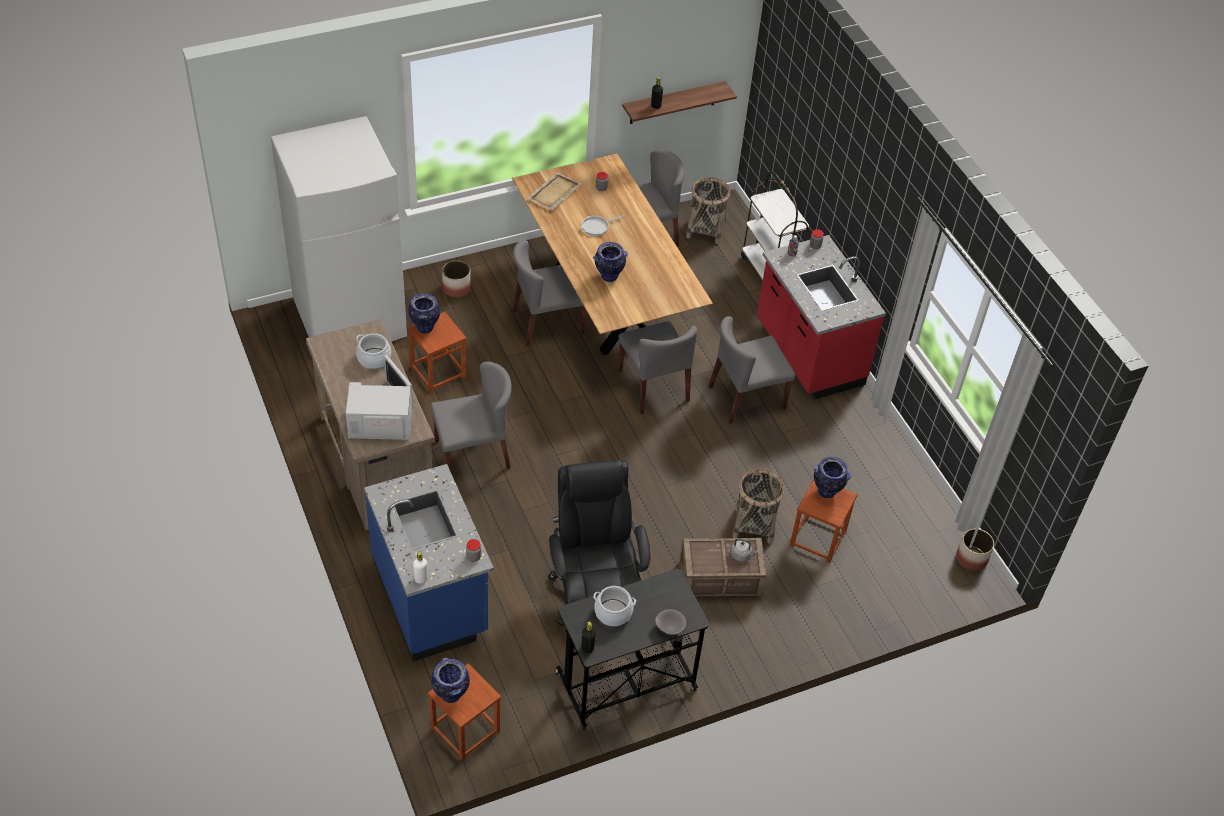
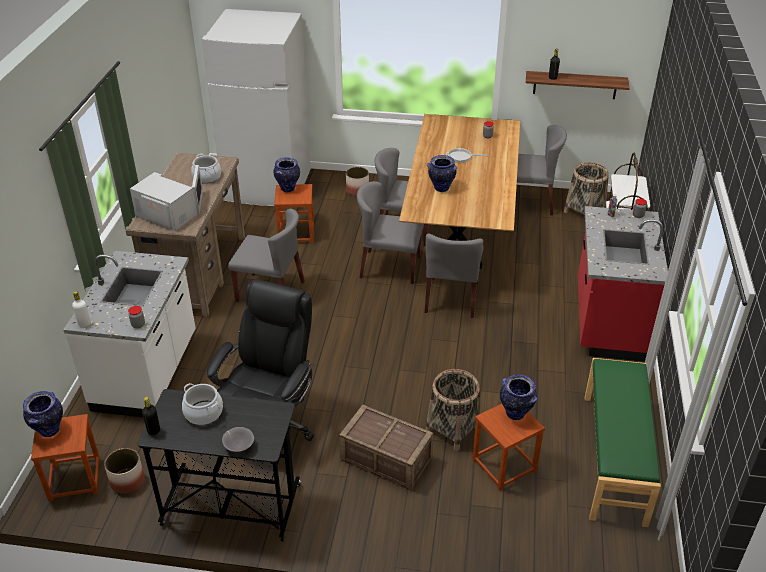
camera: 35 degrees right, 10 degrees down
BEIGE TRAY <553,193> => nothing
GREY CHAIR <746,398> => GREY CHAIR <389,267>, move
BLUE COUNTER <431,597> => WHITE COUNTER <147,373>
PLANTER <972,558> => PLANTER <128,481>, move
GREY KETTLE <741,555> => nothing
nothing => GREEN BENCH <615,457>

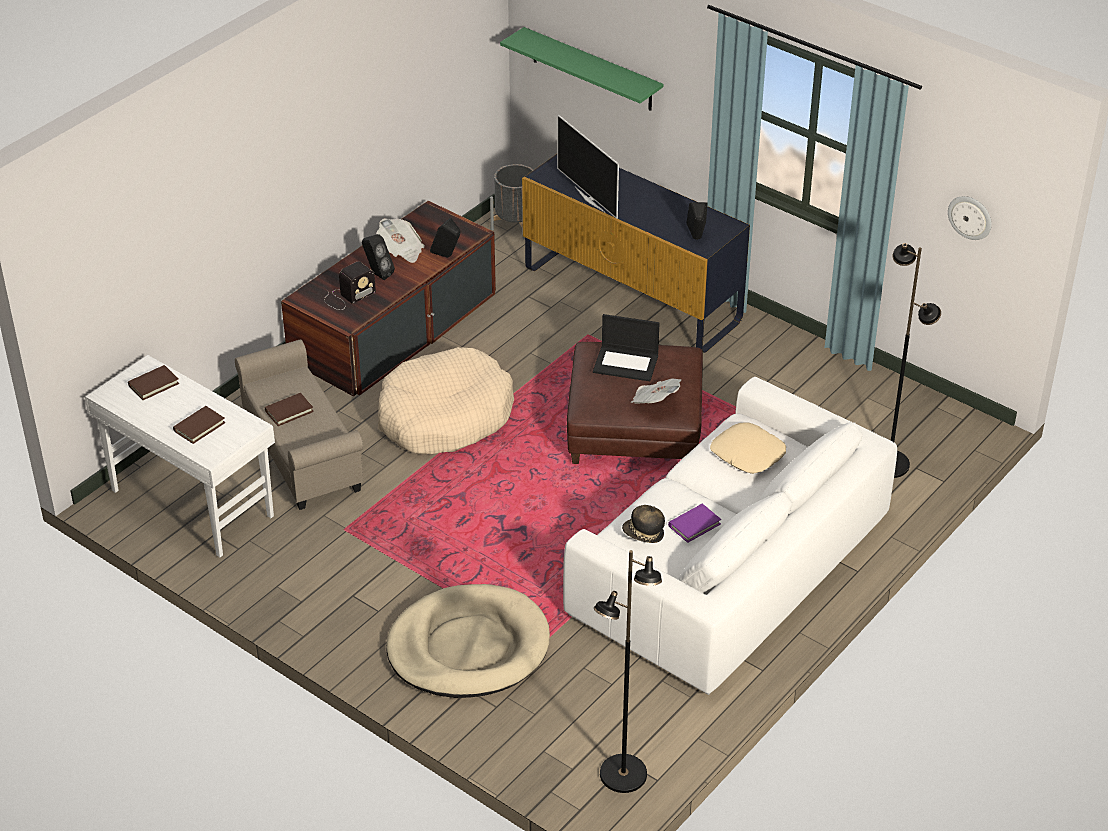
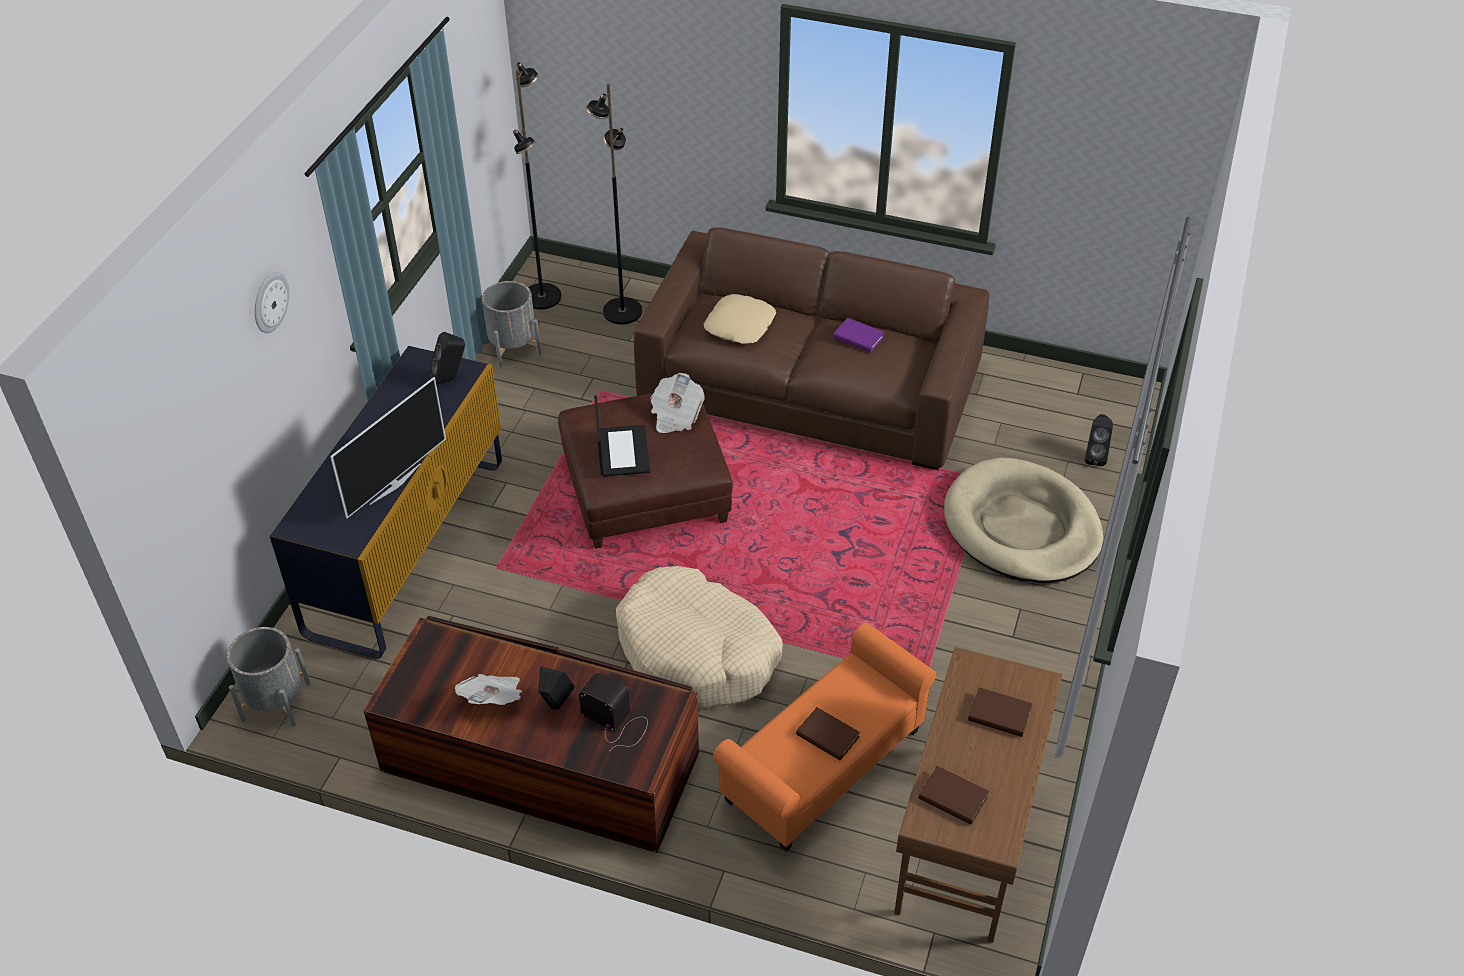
camera: 110 degrees left, 5 degrees up
GREEN SHELF <592,70> => nothing
WALL CLOCK <970,217> => WALL CLOCK <269,302>, move
BLACK SPEAKER <447,256> => BLACK SPEAKER <1094,456>, move
BEIGE OTTOMAN <303,453> => ORANGE OTTOMAN <823,765>
WHITE CONSOLE TABLE <191,503> => BROWN CONSOLE TABLE <966,844>
WHITE SOFA <730,564> => BROWN SOFA <810,382>
HAT <643,534> => nothing
BLACK FLOOR LAMP <623,775> => BLACK FLOOR LAMP <543,297>, move
nothing => GREY PLANTER <513,348>

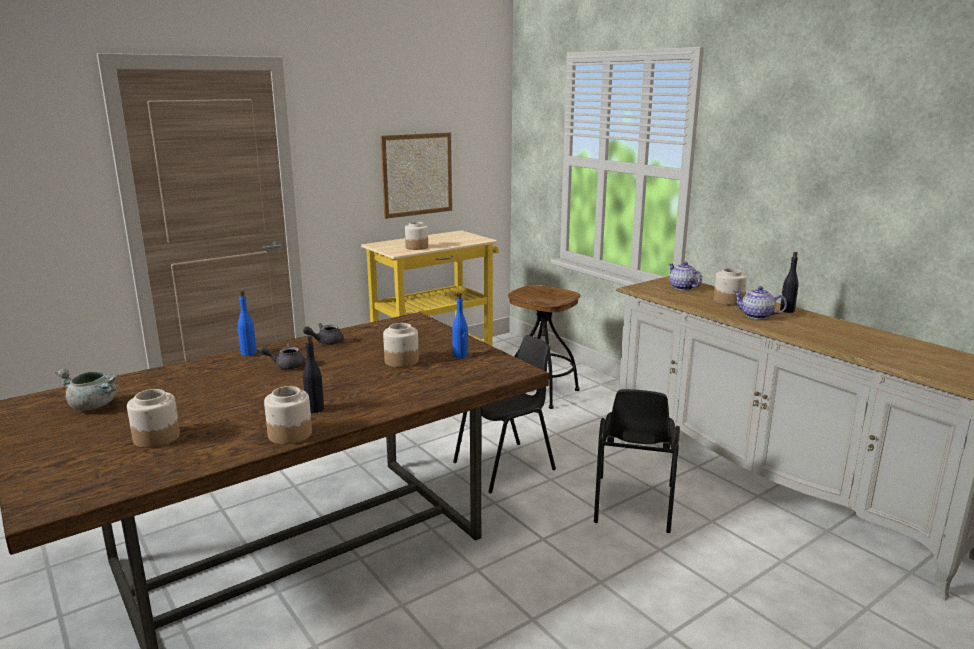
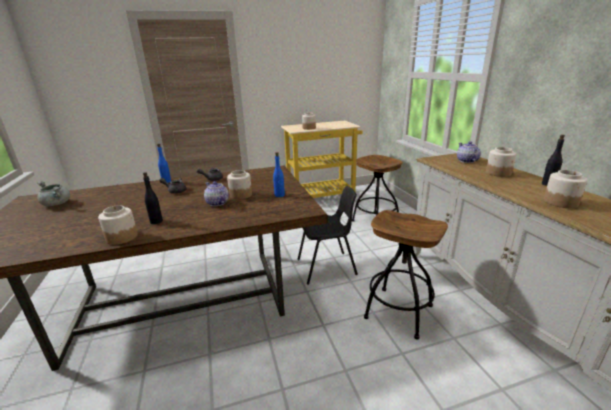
camera: 20 degrees right, 5 degrees up
PICTURE <417,173> => nothing
TEAPOT <757,316> => TEAPOT <217,203>, move
JAR <157,437> => JAR <560,202>, move
BLACK CHAIR <632,504> => BROWN STOOL <398,311>

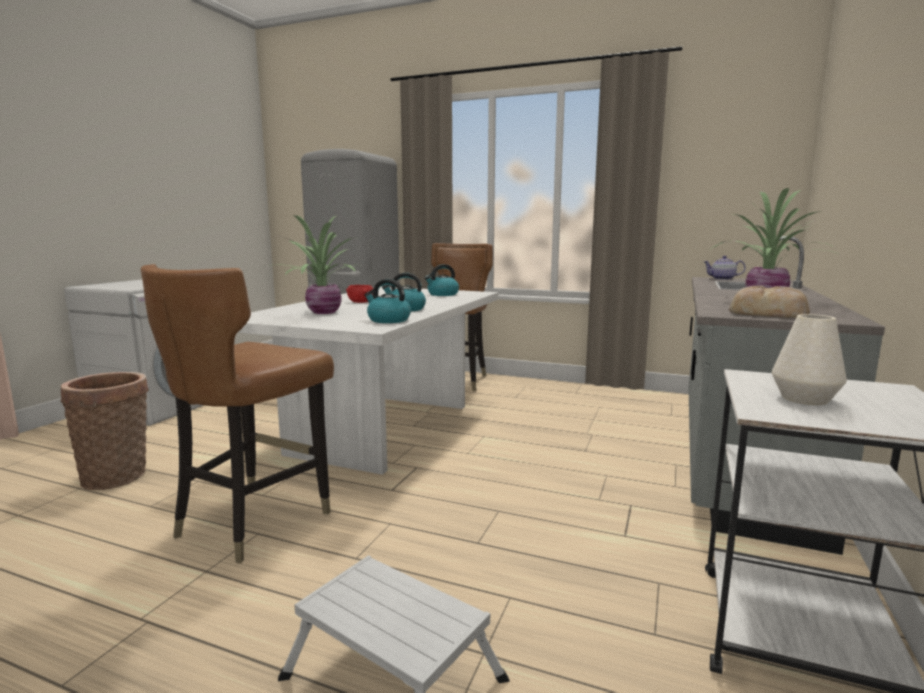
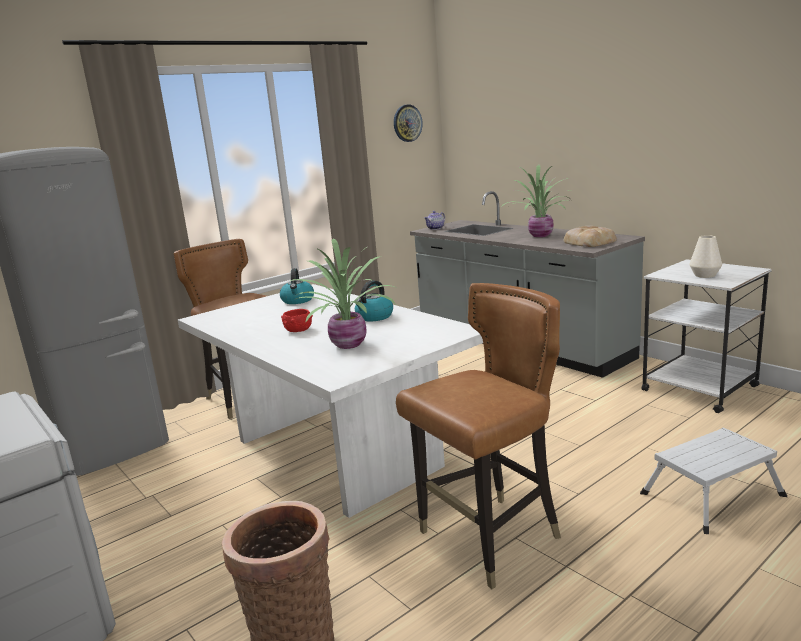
camera: 60 degrees left, 5 degrees up
BROWN CHAIR <253,521> => BROWN CHAIR <490,539>, 90 degrees counterclockwise
KETTLE <388,320> => nothing
nothing => WALL CLOCK <407,123>

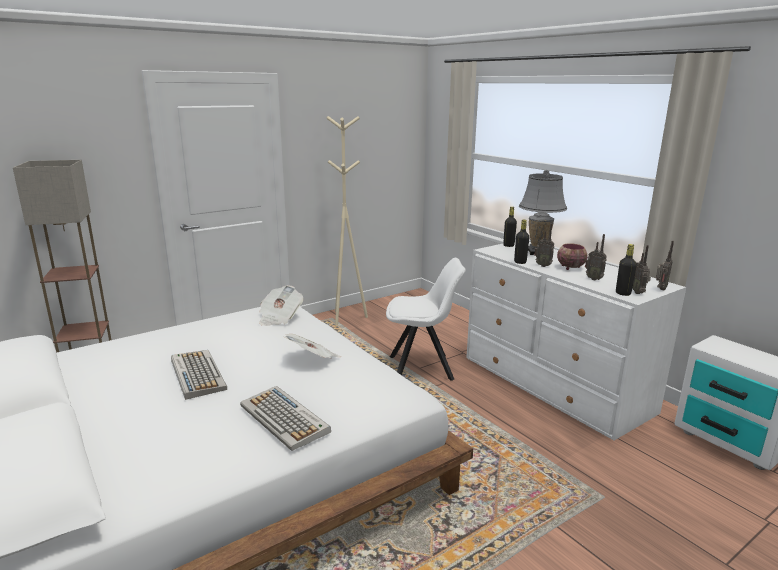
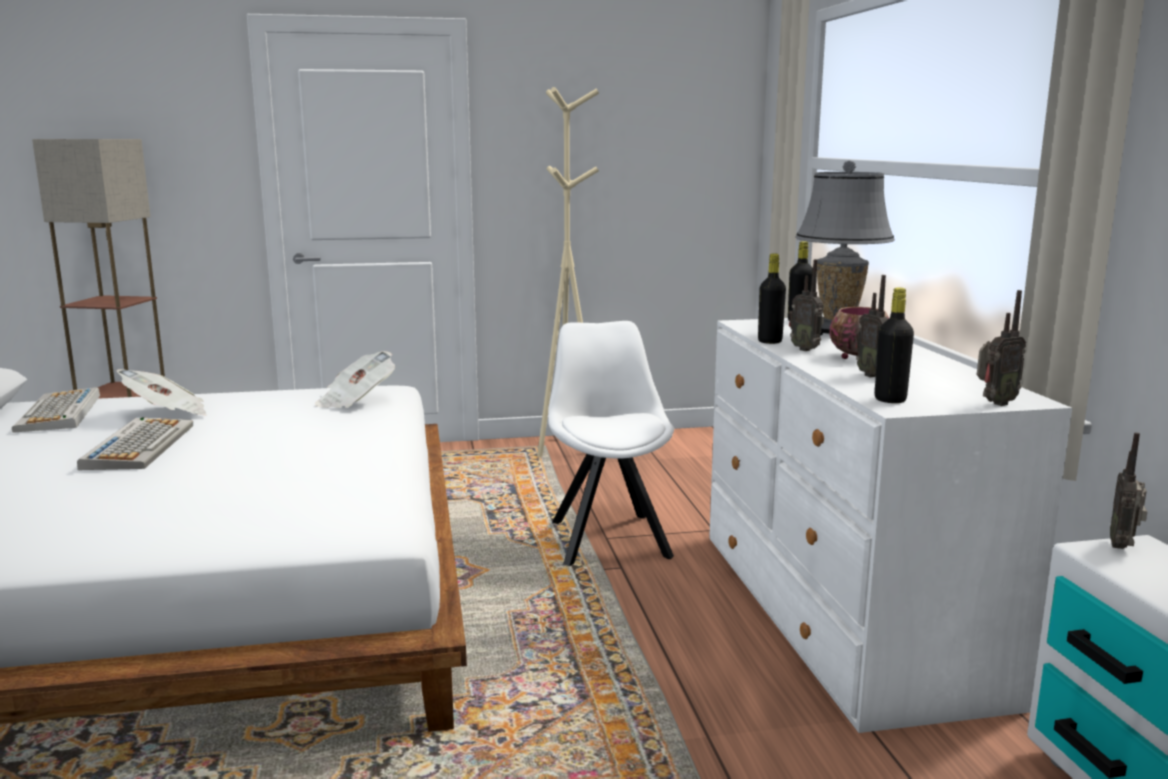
camera: 25 degrees right, 5 degrees down
RADIO <639,292> => RADIO <1123,546>, move
WHITE CHAIR <421,368> => WHITE CHAIR <608,539>, 120 degrees counterclockwise
NEWSPAPER <313,359> => NEWSPAPER <167,413>, move
KEYBOARD <285,418> => KEYBOARD <60,413>, move

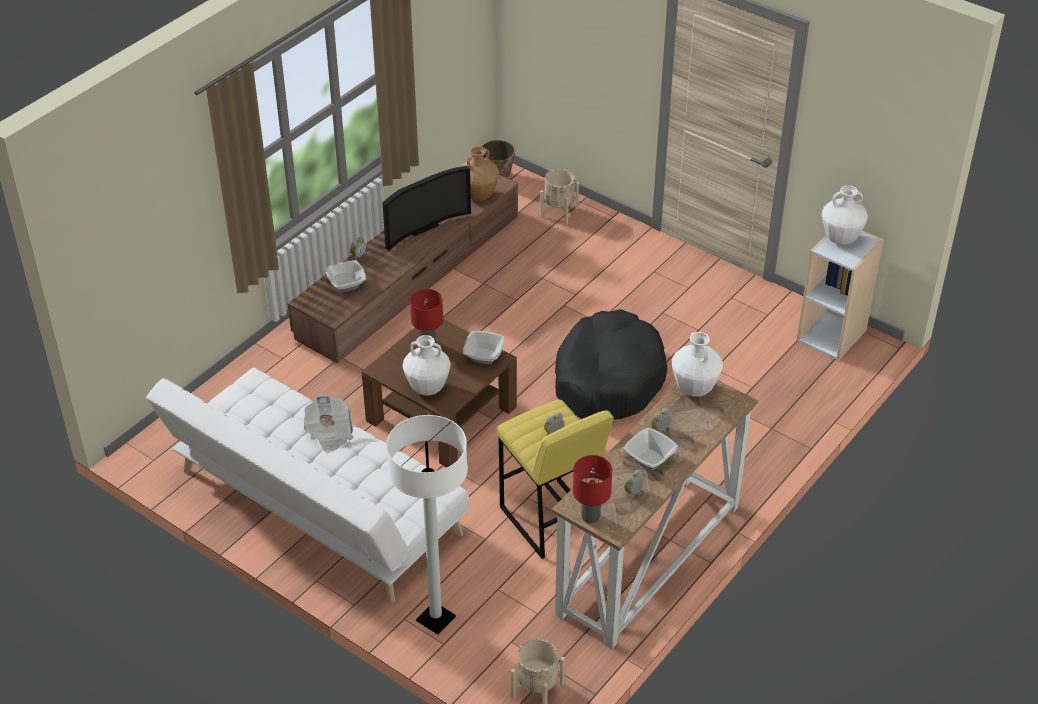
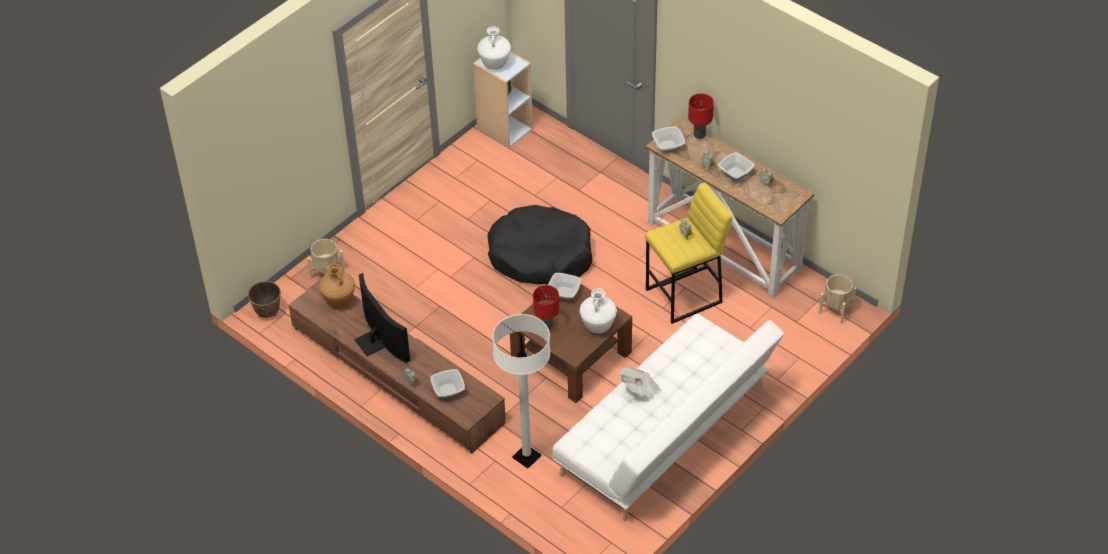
camera: 85 degrees left, 5 degrees up
WHITE VASE <694,388> => BOWL <667,146>
WHITE FLOOR LAMP <436,619> => WHITE FLOOR LAMP <526,457>, move
RED TABLE LAMP <591,517> => RED TABLE LAMP <699,134>, move

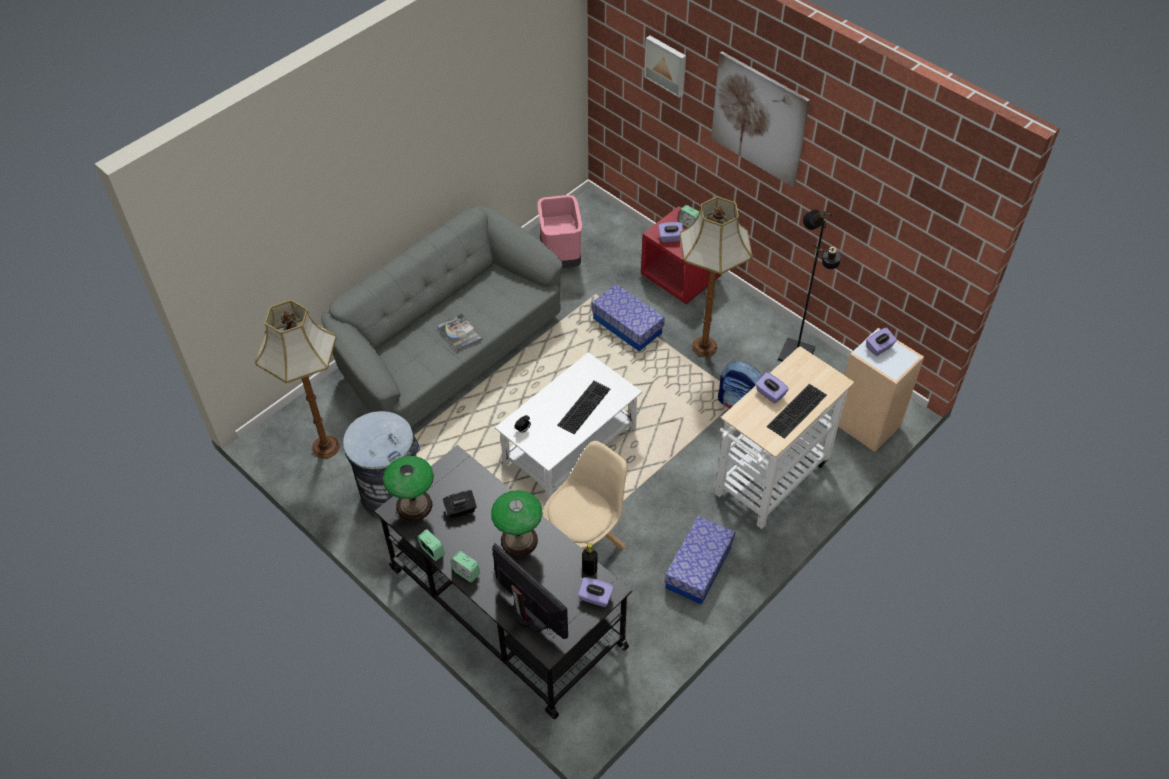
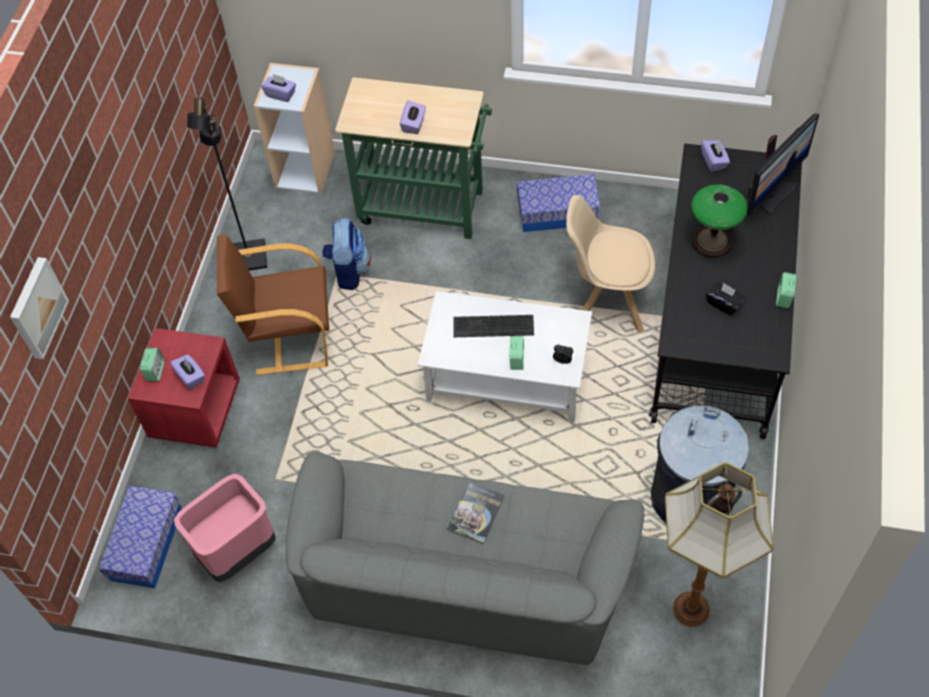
camera: 120 degrees left, 5 degrees up
PICTURE <759,119> => nothing
FLOOR LAMP <704,346> => BROWN ARMCHAIR <288,336>
STORAGE BOX <627,326> => STORAGE BOX <146,544>, move
WHITE CART <770,480> => GREEN CART <423,207>
KEYBOARD <797,412> => nothing
TABLE LAMP <414,505> => nothing
MONITOR <529,615> => MONITOR <772,193>, 150 degrees counterclockwise
BLACK BOTTLE <589,570> => nothing
ALARM CLOCK <466,572> => ALARM CLOCK <517,359>, move

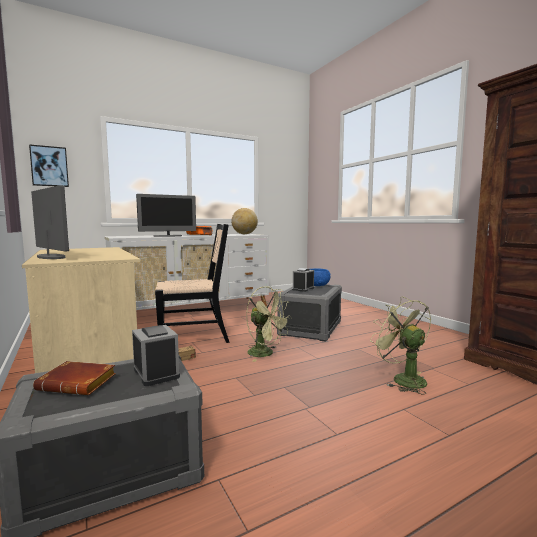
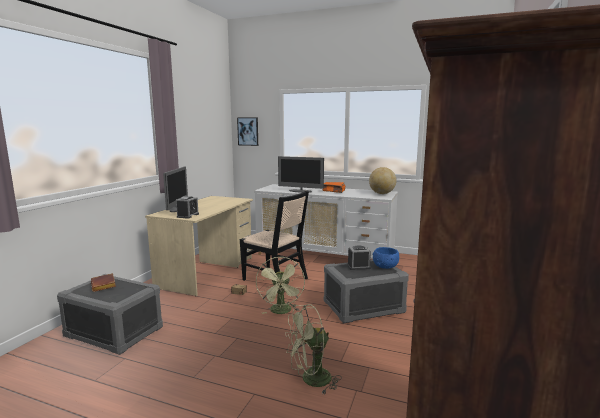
camera: 50 degrees right, 5 degrees up
GREEN FAN <402,379> => GREEN FAN <310,380>, 135 degrees counterclockwise
ALARM CLOCK <156,373> => ALARM CLOCK <188,215>, move

